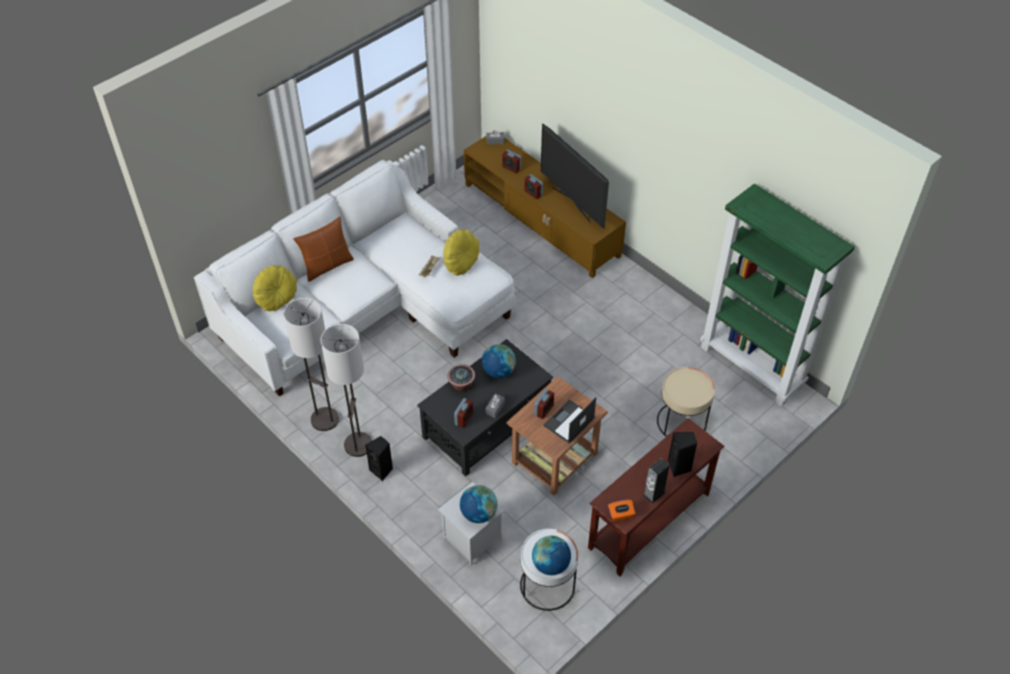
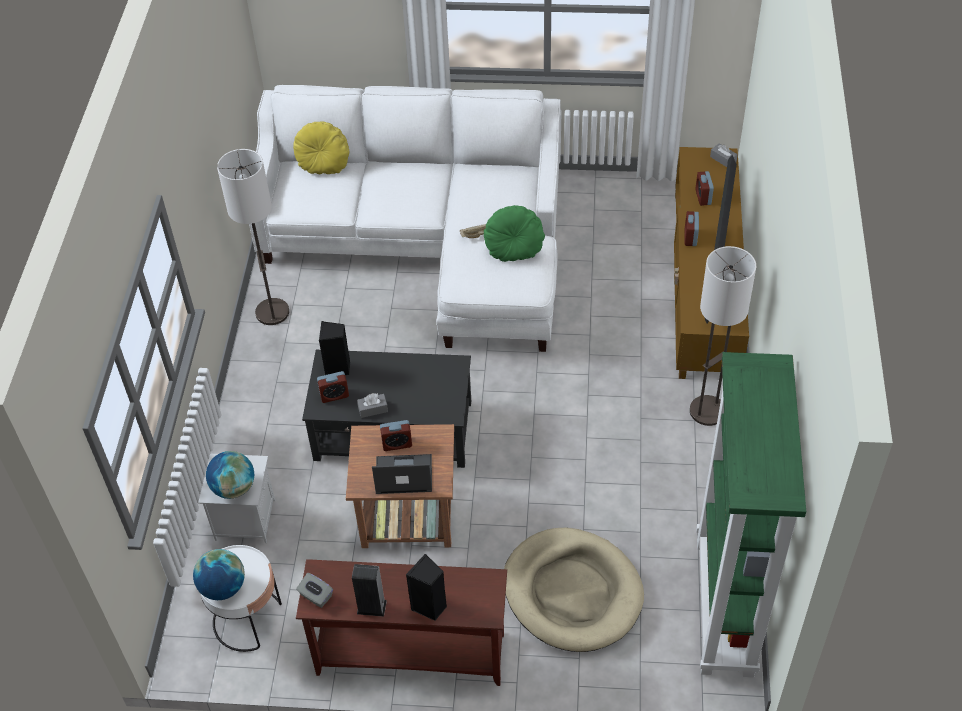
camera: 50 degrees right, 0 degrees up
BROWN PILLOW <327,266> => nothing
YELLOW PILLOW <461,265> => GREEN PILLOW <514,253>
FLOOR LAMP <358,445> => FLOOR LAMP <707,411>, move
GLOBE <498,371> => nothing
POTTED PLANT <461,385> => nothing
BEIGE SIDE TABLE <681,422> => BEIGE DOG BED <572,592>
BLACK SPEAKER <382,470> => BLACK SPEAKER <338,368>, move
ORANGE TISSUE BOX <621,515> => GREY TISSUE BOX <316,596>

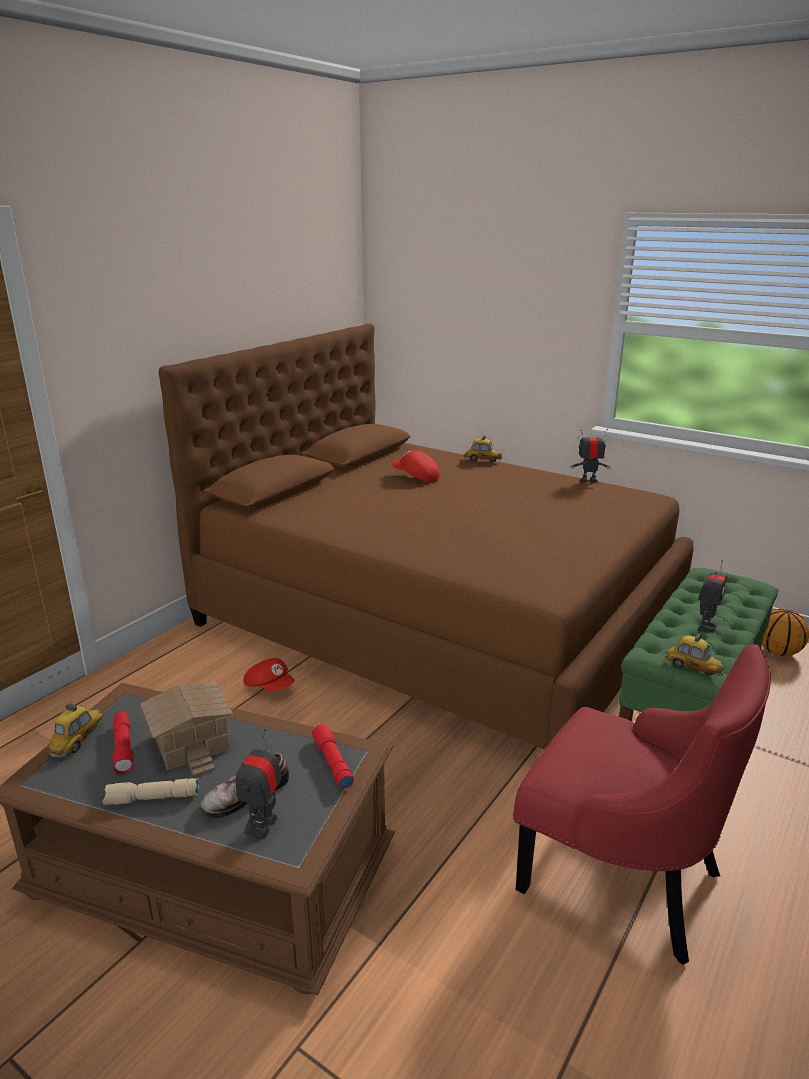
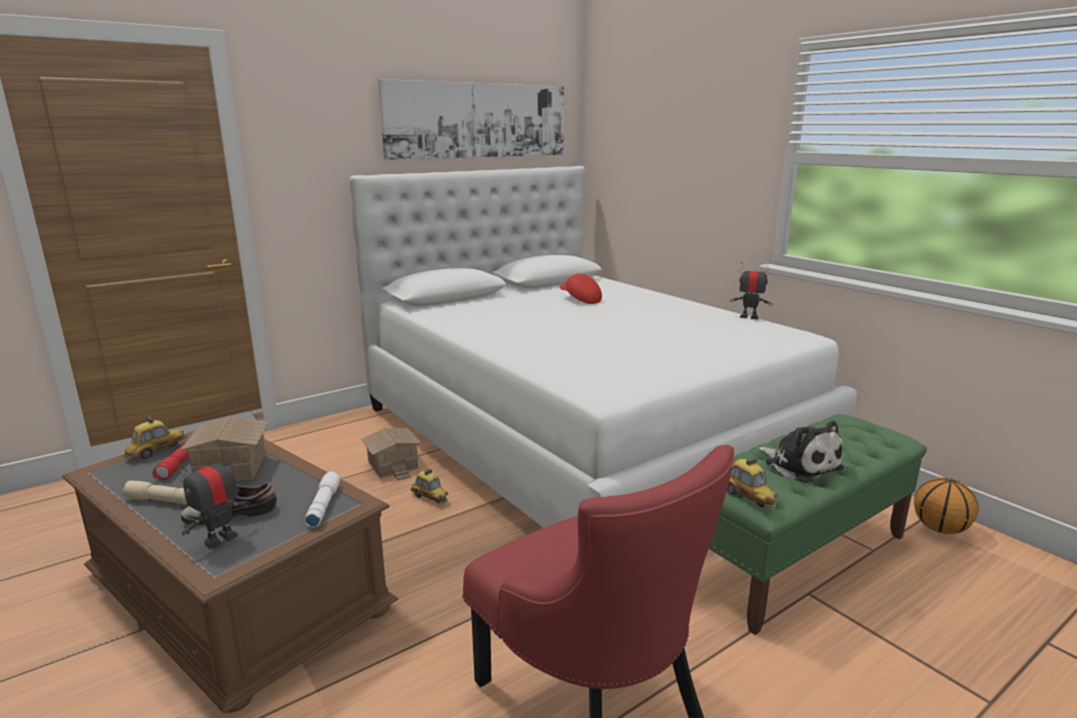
camera: 20 degrees right, 5 degrees down
BROWN BED <438,618> => WHITE BED <582,437>
TOY CAR <483,460> => TOY CAR <430,498>, move
TOY ROBOT <706,626> => PLUSH TOY <800,465>
RED CAP <270,686> => TOY HOUSE <394,464>
RED FLASHLIGHT <332,762> => WHITE FLASHLIGHT <323,505>
nothing => PICTURE <478,120>

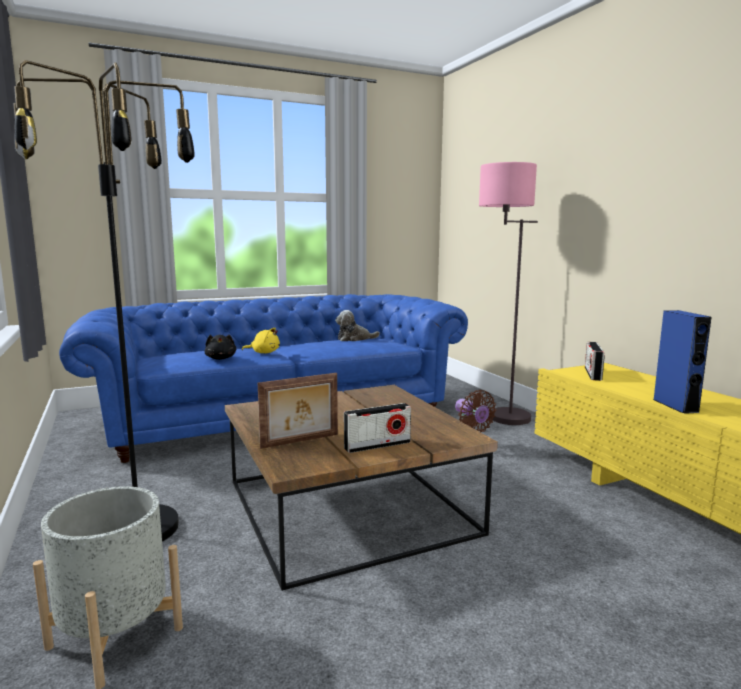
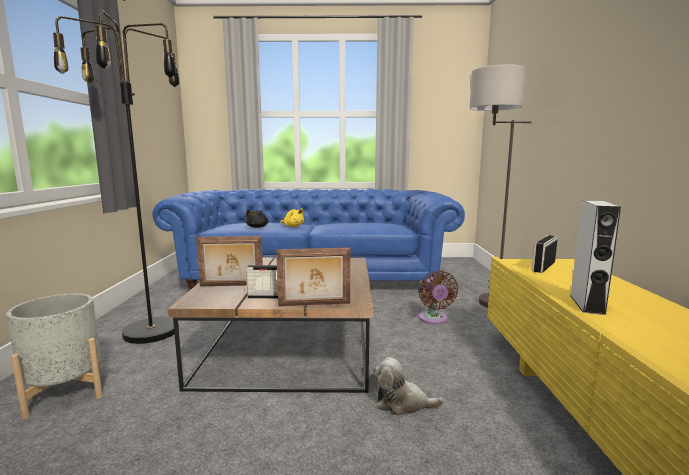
camera: 25 degrees right, 0 degrees up
PINK FLOOR LAMP <500,420> => GREY FLOOR LAMP <486,303>
PLUSH TOY <354,339> => PLUSH TOY <402,403>, move
BLUE SPEAKER <675,406> => GREY SPEAKER <587,304>
nothing => PICTURE FRAME <314,305>

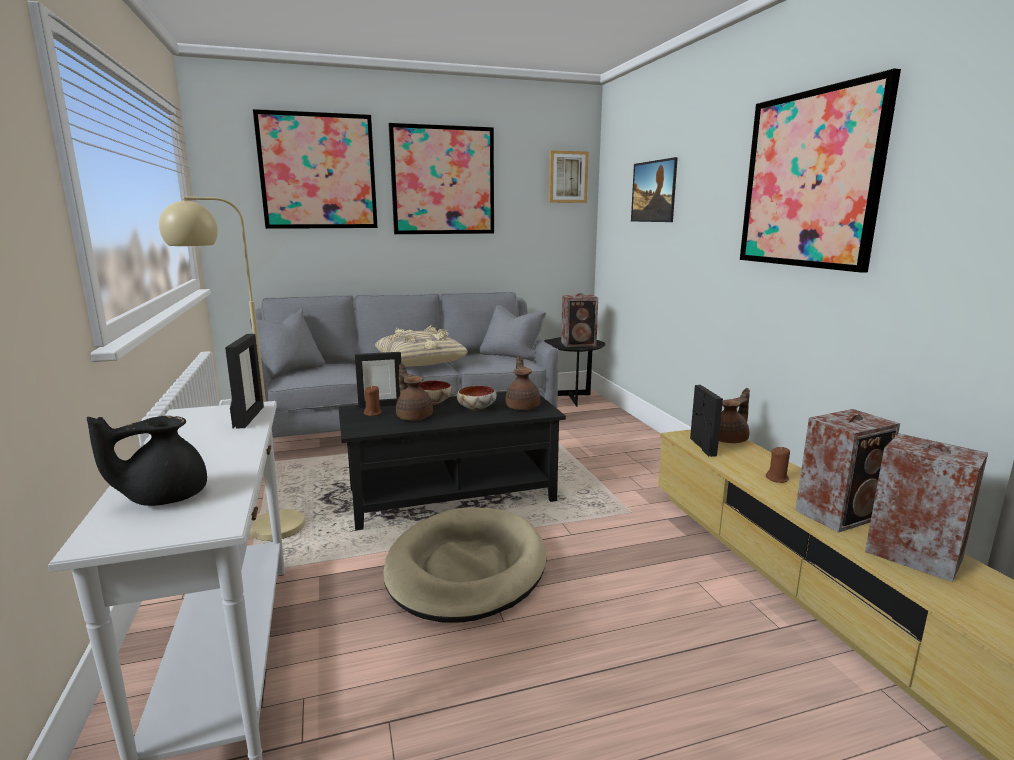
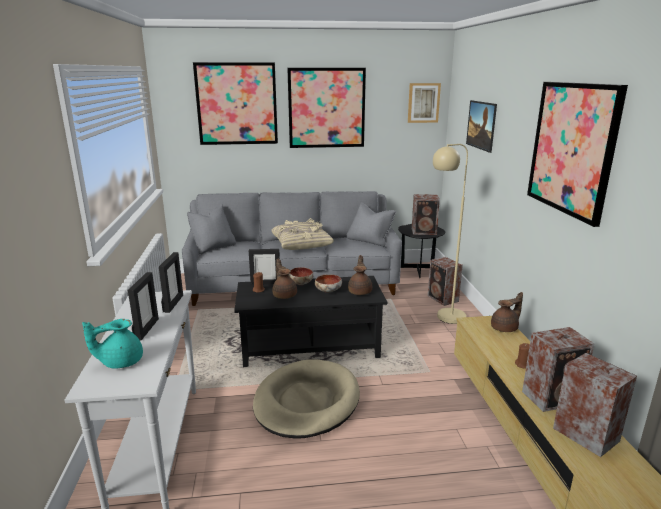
camera: 10 degrees right, 5 degrees up
BEIGE FLOOR LAMP <260,533> => BEIGE FLOOR LAMP <444,319>, move
PICTURE FRAME <701,447> => PICTURE FRAME <146,329>, move
BLACK TEAPOT <163,497> => TURQUOISE TEAPOT <120,361>
nothing => SPEAKER <443,299>

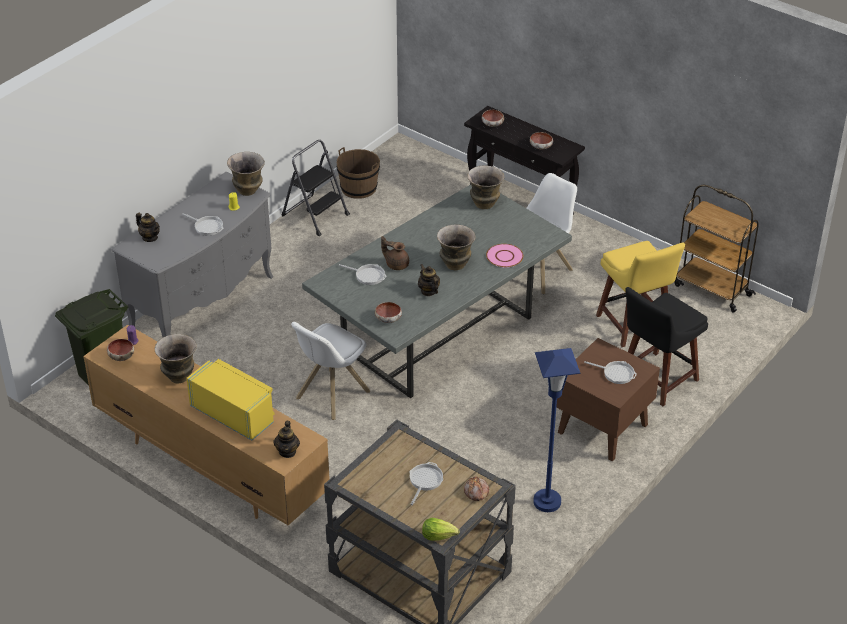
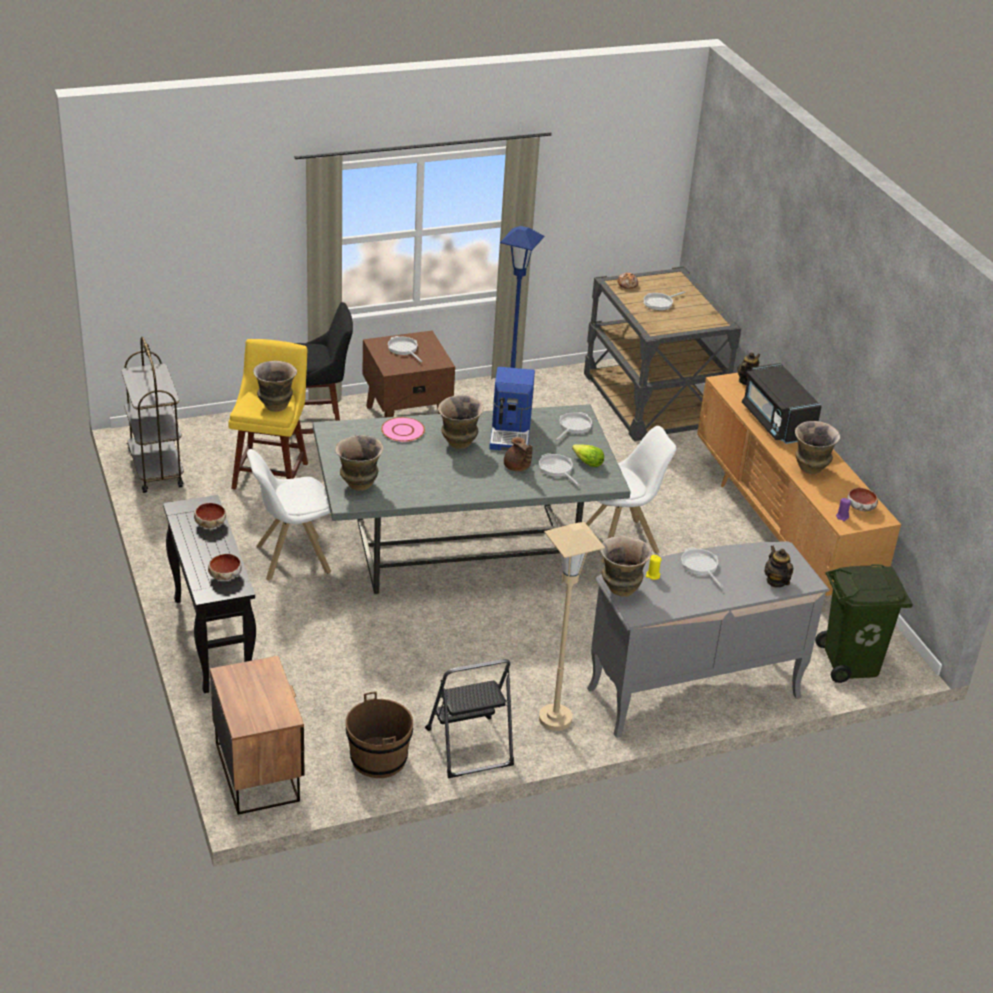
camera: 150 degrees left, 5 degrees down
BROWN CART <711,289> => GREY CART <155,469>
TEAPOT <428,291> => COFFEE MACHINE <511,432>
BOWL <388,319> => FRYING PAN <573,426>
YELLOW MICROWAVE <233,414> => BLACK MICROWAVE <776,422>
LETTUCE <438,535> => LETTUCE <587,463>, move
nothing => VASE <275,406>
nothing => BEIGE FLOOR LAMP <555,719>
nothing => NIGHTSTAND <259,771>

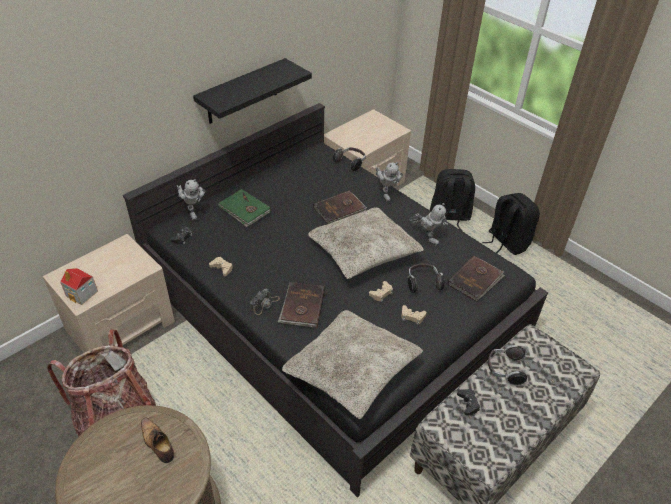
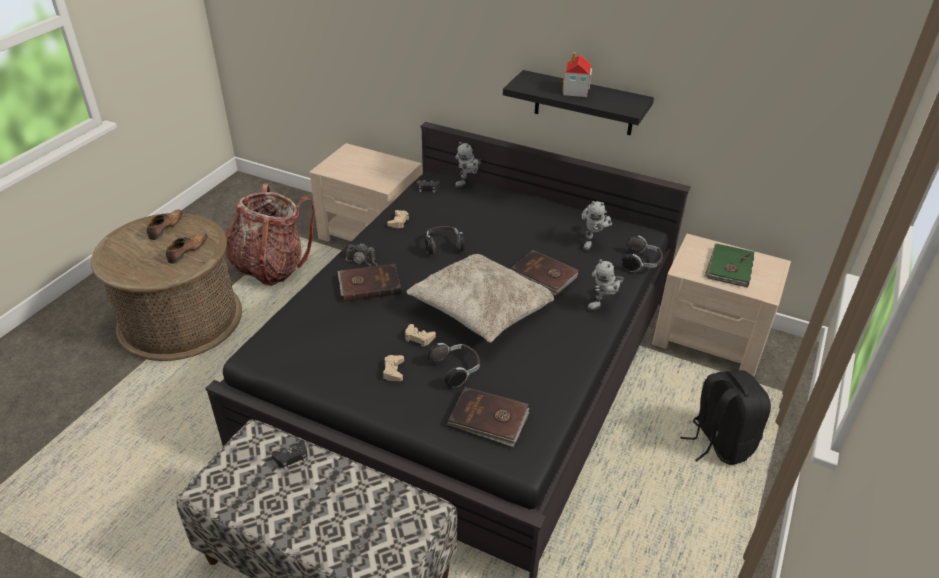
camera: 70 degrees right, 5 degrees down
GREEN BOOK <244,210> => GREEN BOOK <729,267>, move
BLACK BACKPACK <506,242> => nothing
TOY ROBOT <427,237> => TOY ROBOT <592,242>, move
TOY HOUSE <82,294> => TOY HOUSE <575,91>, move
BEIGE PILLOW <351,370> => nothing
HEADPHONES <504,369> => HEADPHONES <443,246>, move
nothing => SHOE <165,228>

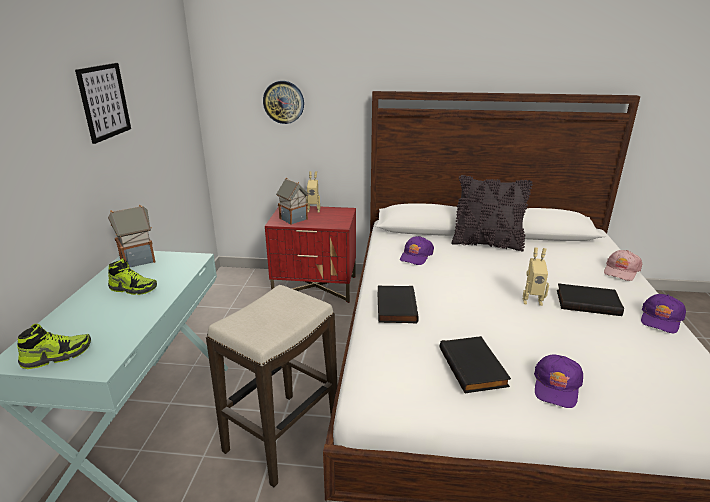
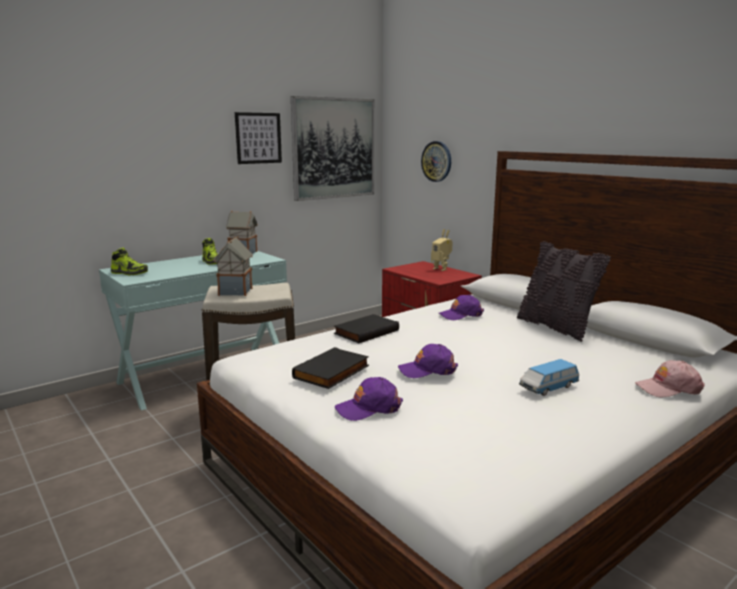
camera: 45 degrees right, 10 degrees down
TOY HOUSE <294,219> => TOY HOUSE <235,292>, move
TOY ROBOT <531,300> => nothing
BLACK BOOK <588,302> => TOY CAR <548,388>
PURPLE CAP <661,319> => PURPLE CAP <427,370>, move
nothing => PICTURE <333,148>

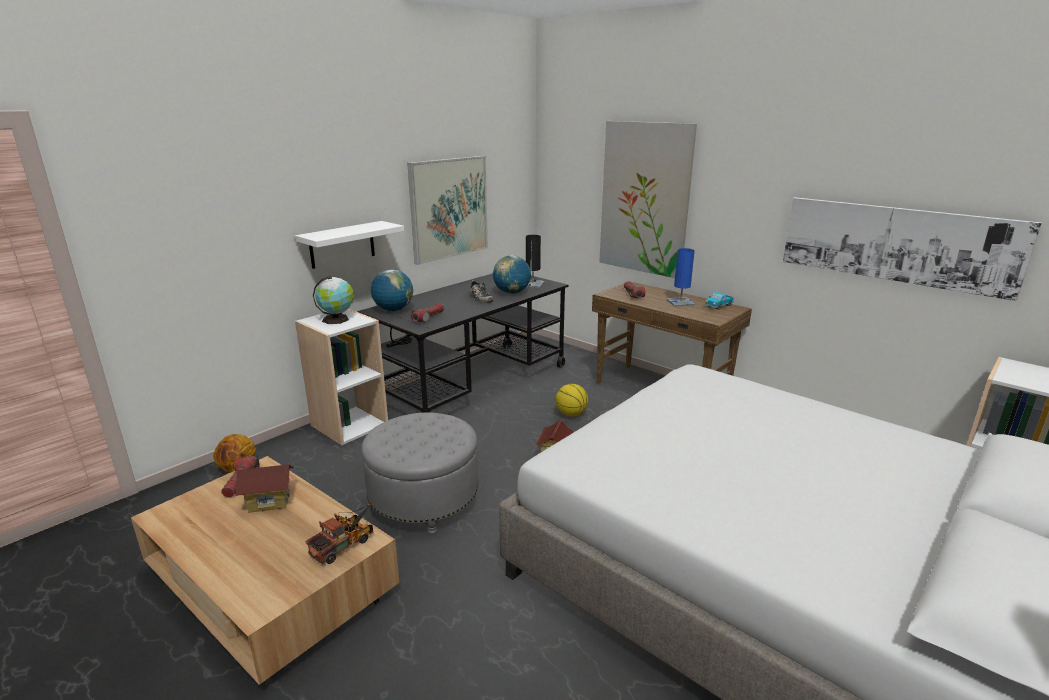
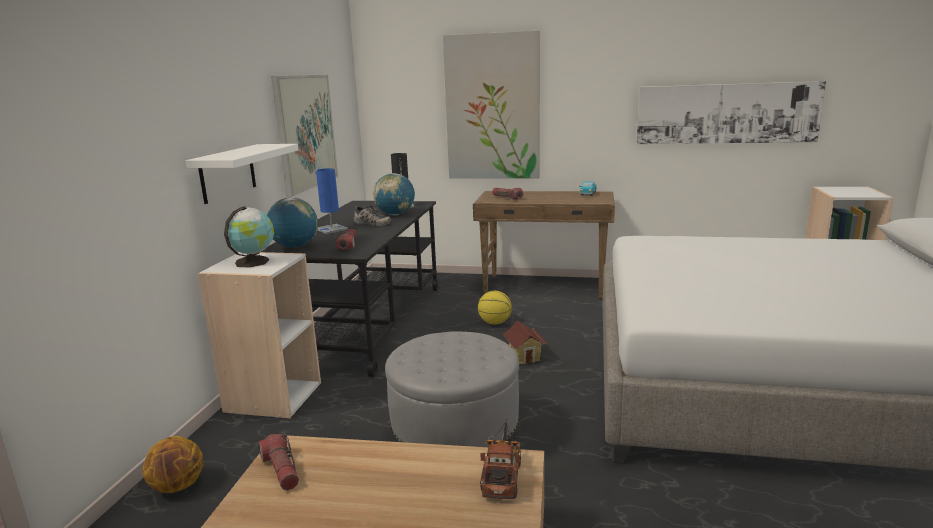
camera: 30 degrees left, 5 degrees down
BLUE TABLE LAMP <680,302> => BLUE TABLE LAMP <331,229>, move
TOY HOUSE <269,501> => nothing

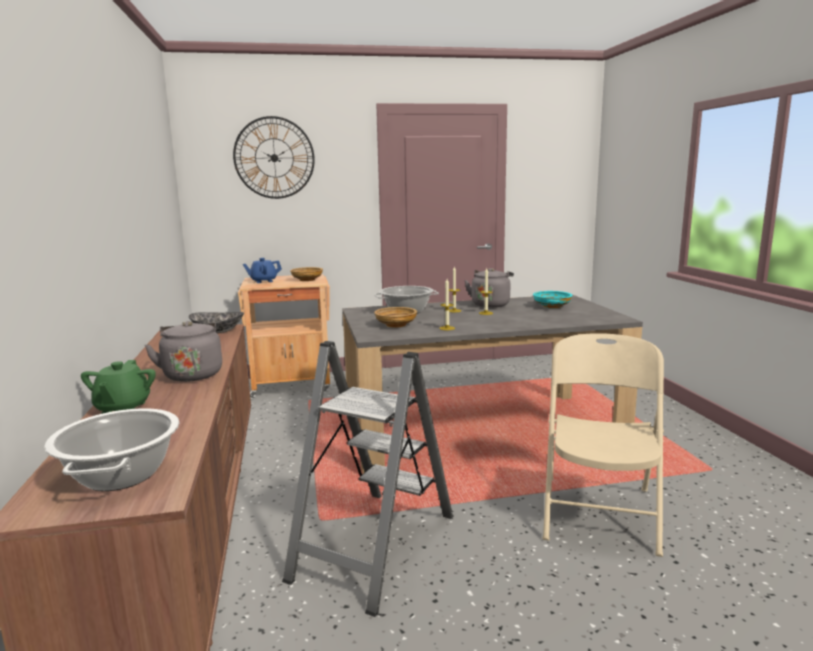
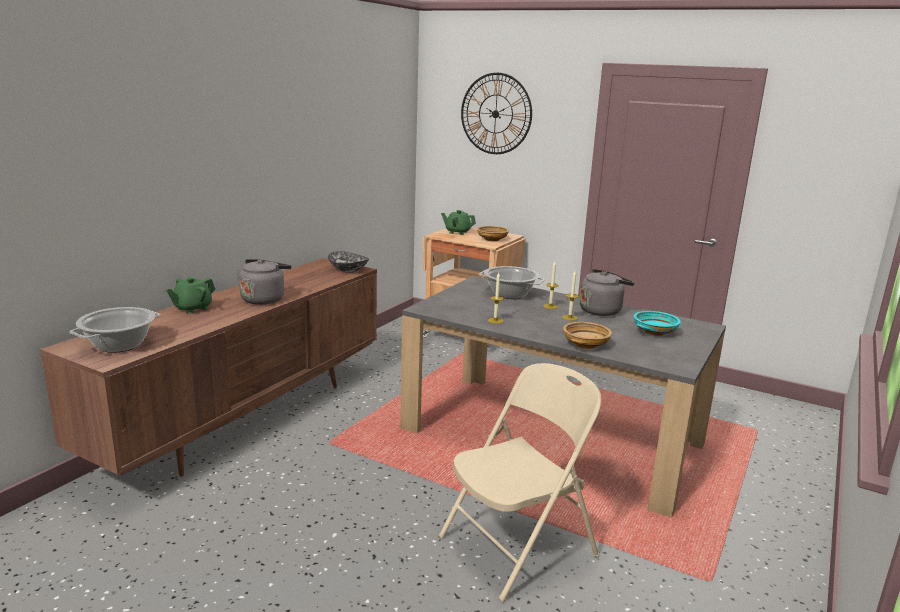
camera: 40 degrees right, 5 degrees up
BLUE TEAPOT <263,281> => GREEN TEAPOT <457,232>
BEIGE BOWL <395,325> => BEIGE BOWL <585,344>, move
GREY STEP LADDER <373,547> => nothing

